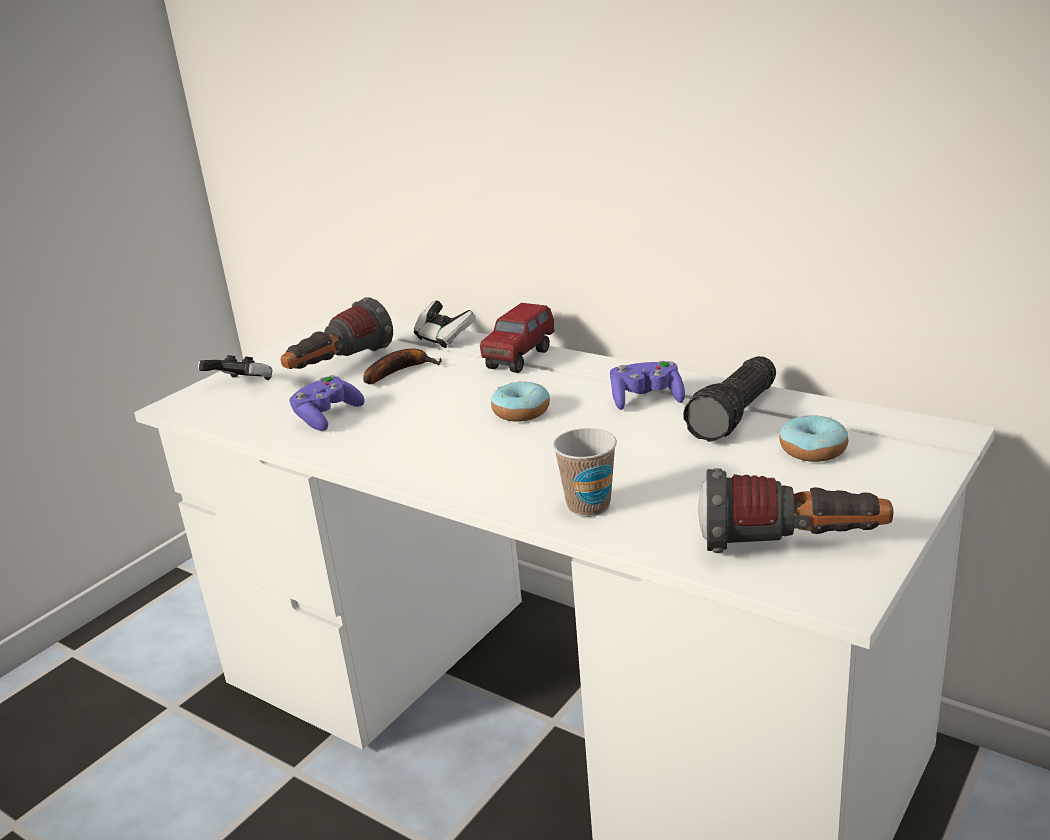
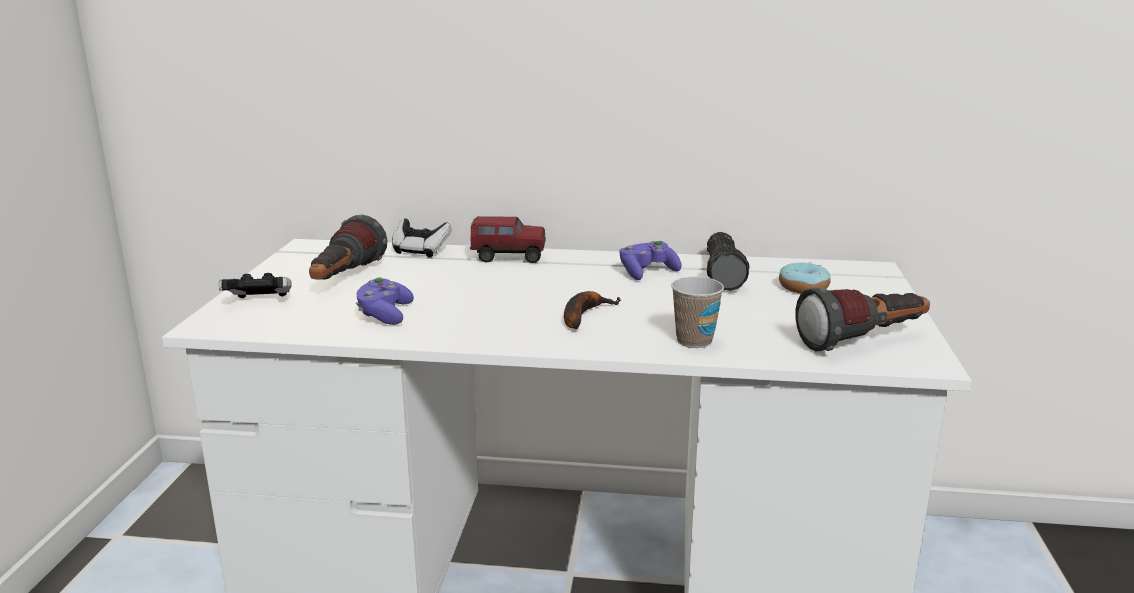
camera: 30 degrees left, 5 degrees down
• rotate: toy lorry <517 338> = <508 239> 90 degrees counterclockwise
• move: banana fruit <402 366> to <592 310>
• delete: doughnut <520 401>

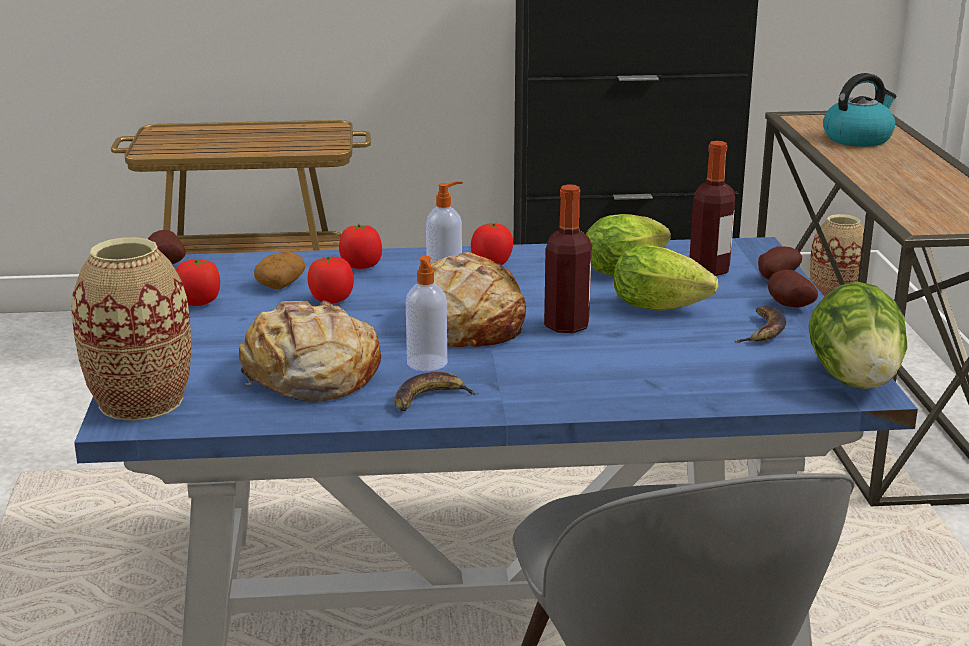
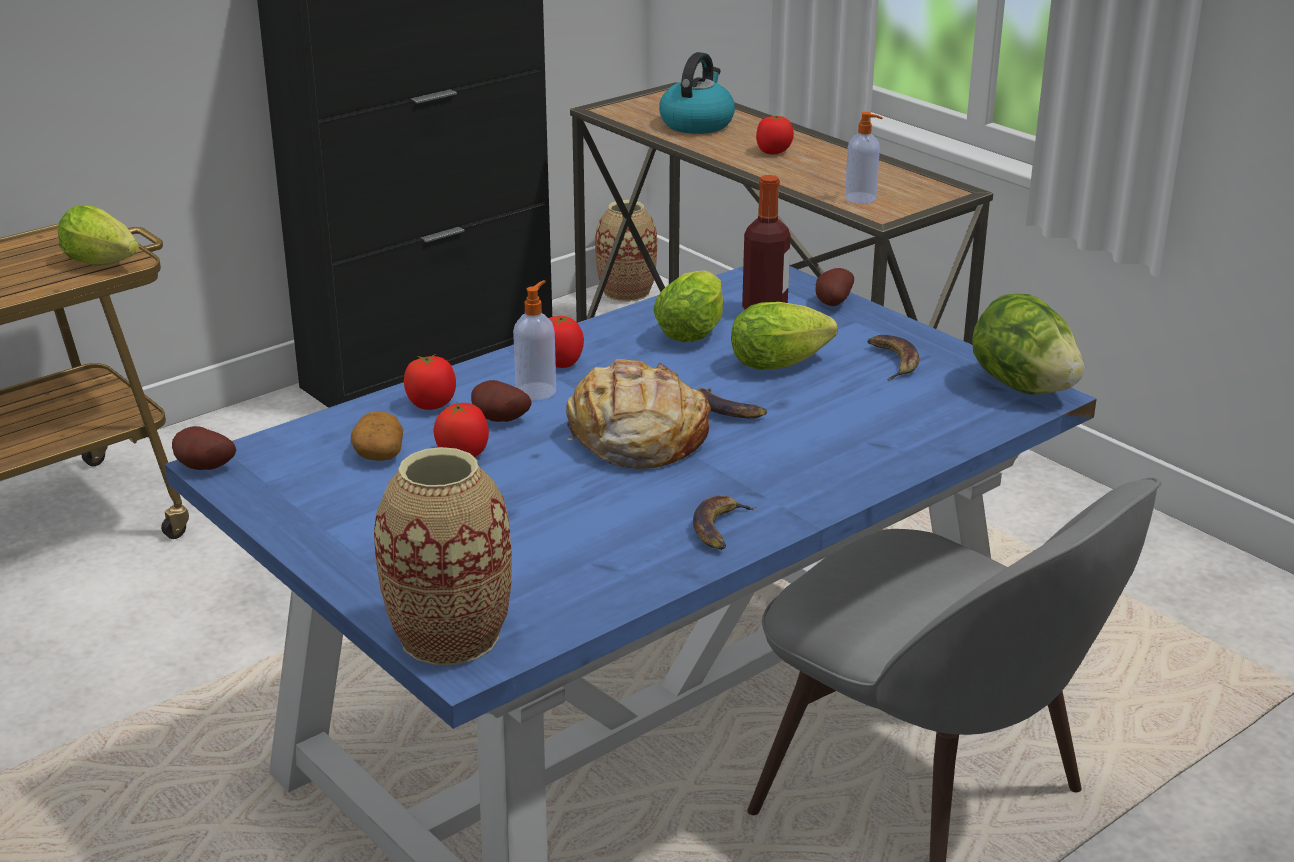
camera: 35 degrees left, 5 degrees up
• replace: beverage bottle <568 258> to banana fruit <731 403>
• move: soap bottle <426 313> to <864 158>
• move: whole tomato <198 282> to <775 135>
• move: potato <793 289> to <501 401>
• delete: bakery bread <310 350>
• insert: lettuce <98 235>

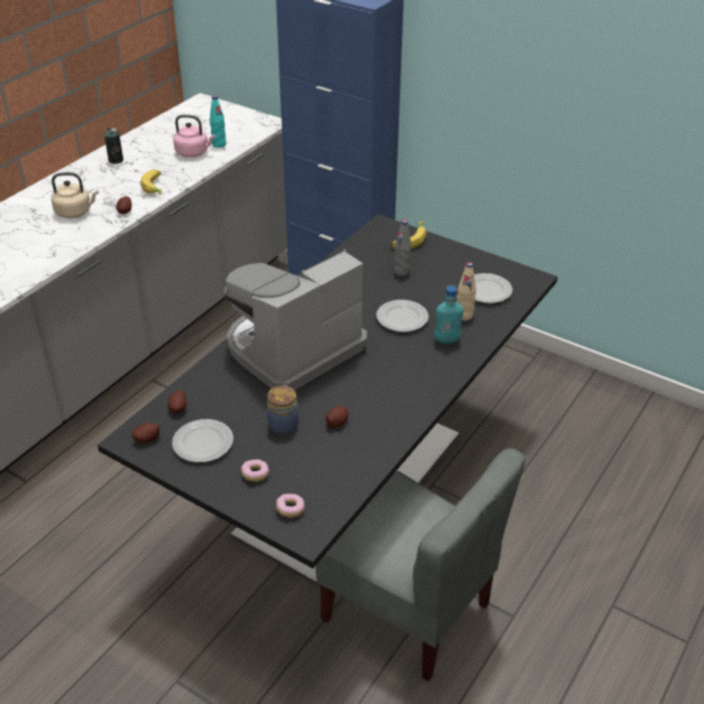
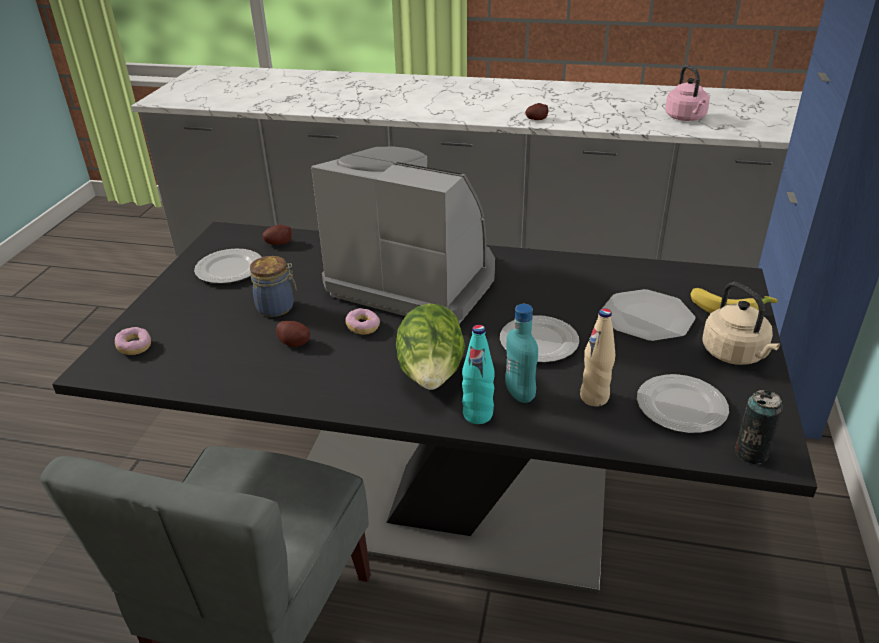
camera: 70 degrees right, 5 degrees down
• move: turquoise-coloured beverage bottle <218 122> to <478 374>
• move: can <113 145> to <759 427>
• delete: banana fruit <151 181>
• move: sand-coloured water kettle <75 195> to <741 323>
• replace: gray beverage bottle <403 248> to dinner plate <649 315>
• delete: potato <146 433>
• move: doughnut <255 470> to <362 321>
• insert: lettuce <430 347>

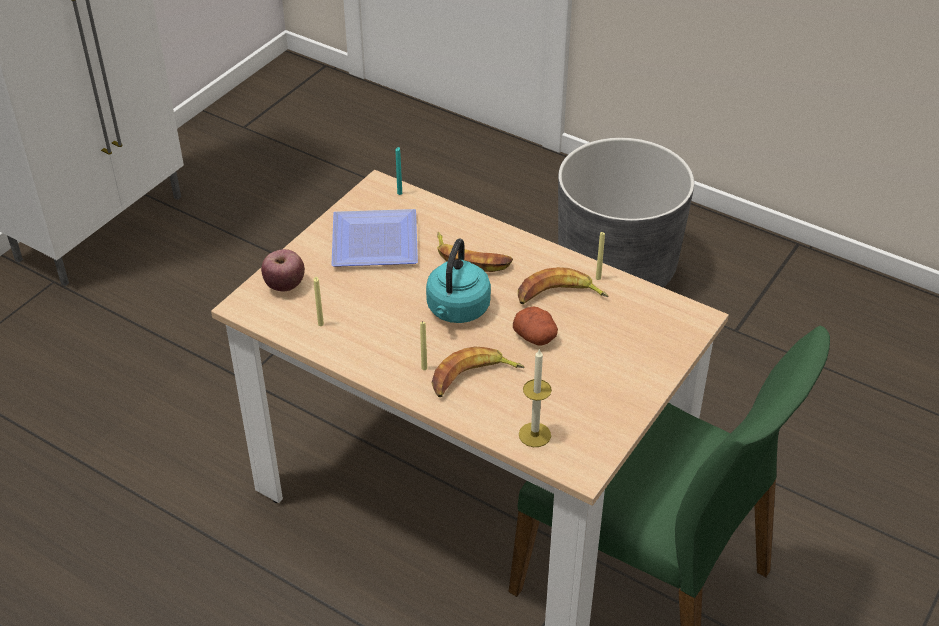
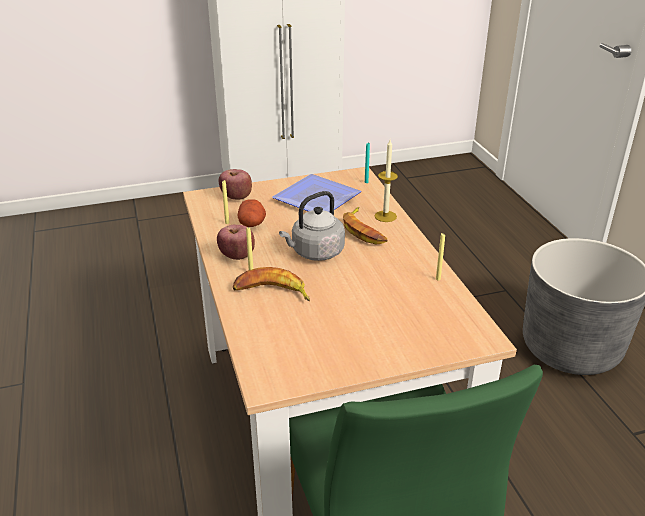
camera: 40 degrees right, 10 degrees down
• recolor: turquoise-coloured water kettle <458 280> to gray water kettle <312 226>
• delete: banana fruit <563 285>
• move: potato <535 326> to <251 213>
• move: candle <535 397> to <386 181>
• insert: apple <236 242>

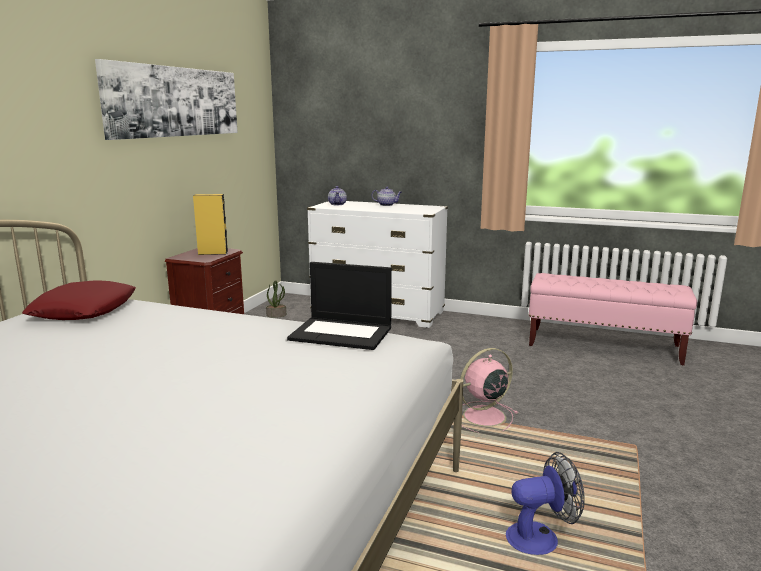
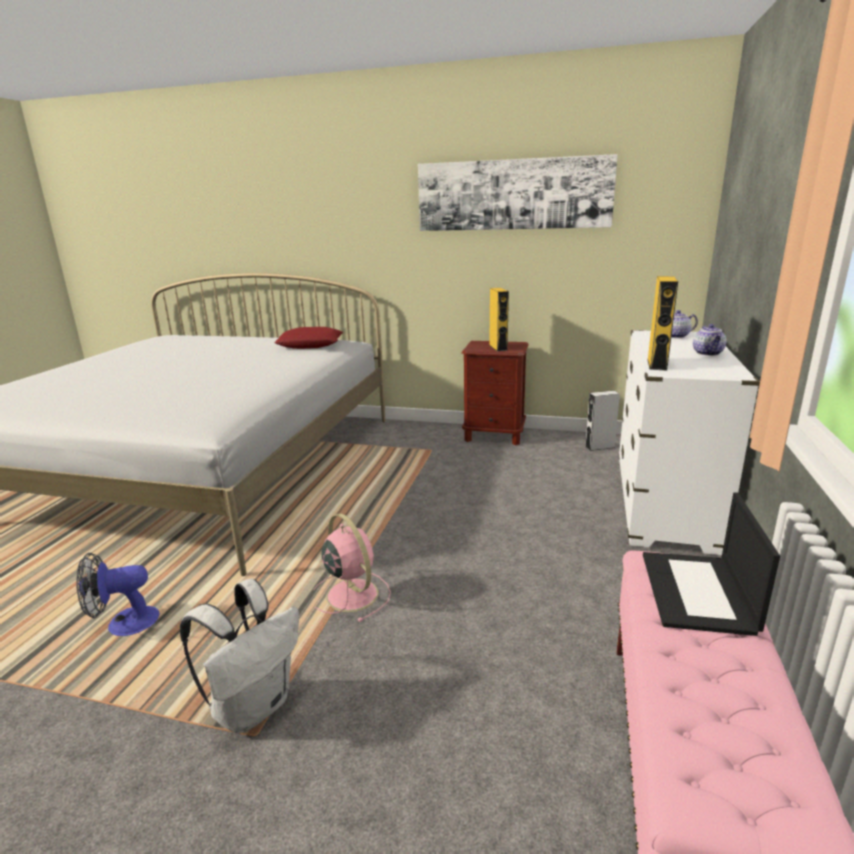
camera: 85 degrees right, 5 degrees up
• move: notebook computer <339 306> to <711 564>
• replace: plant in a pot <276 299> to gray audio speaker <602 421>
• rotate: electric fan <545 503> = <117 594> 90 degrees clockwise
• insert: yellow audio speaker <662 323>
• insert: white backpack <239 655>

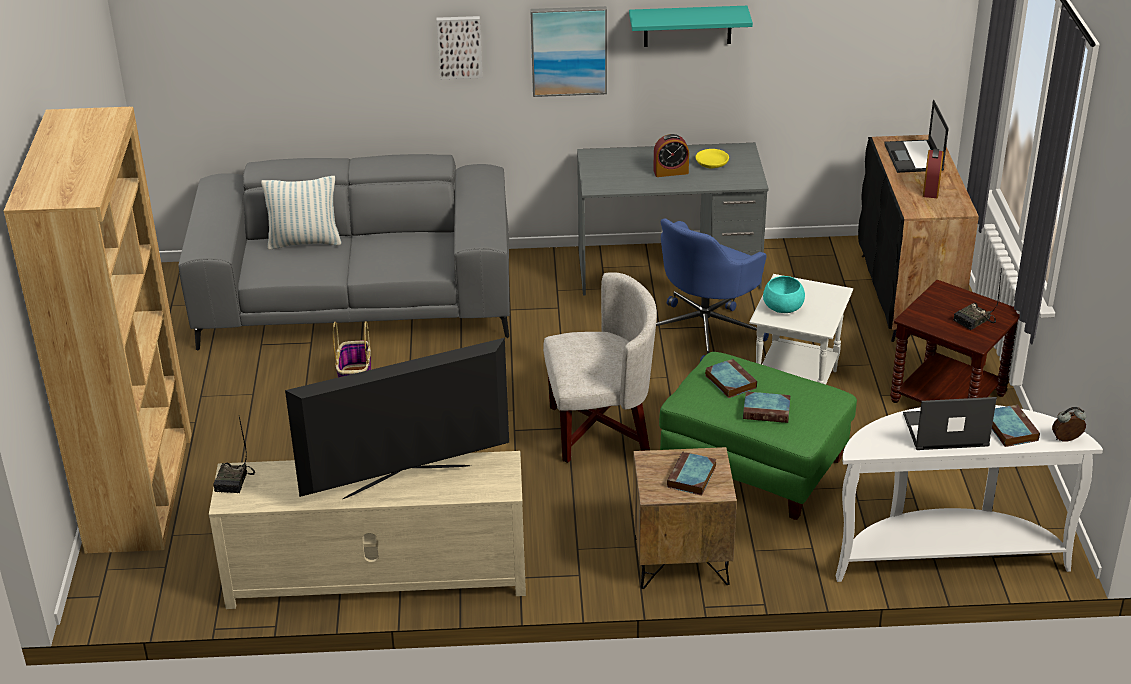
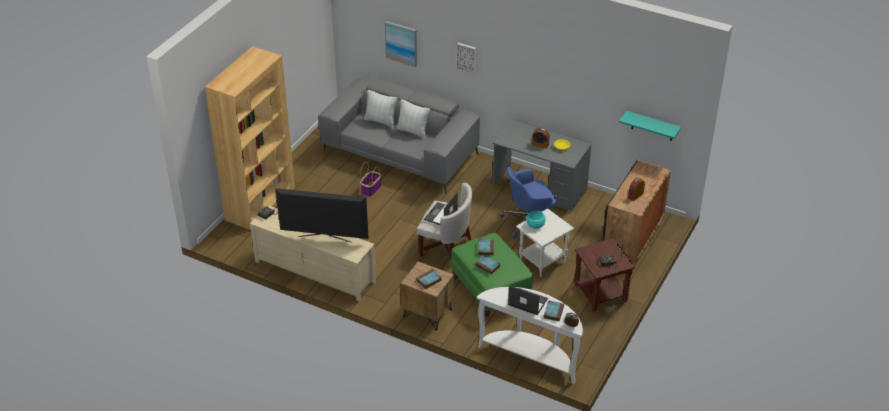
camera: 30 degrees right, 5 degrees up
• move: wall picture <568 51> to <401 44>
• move: turquoise-coloured wall shelf <691 26> to <650 126>
• move: notebook computer <916 136> to <441 208>
• insert: throw pillow <413 119>

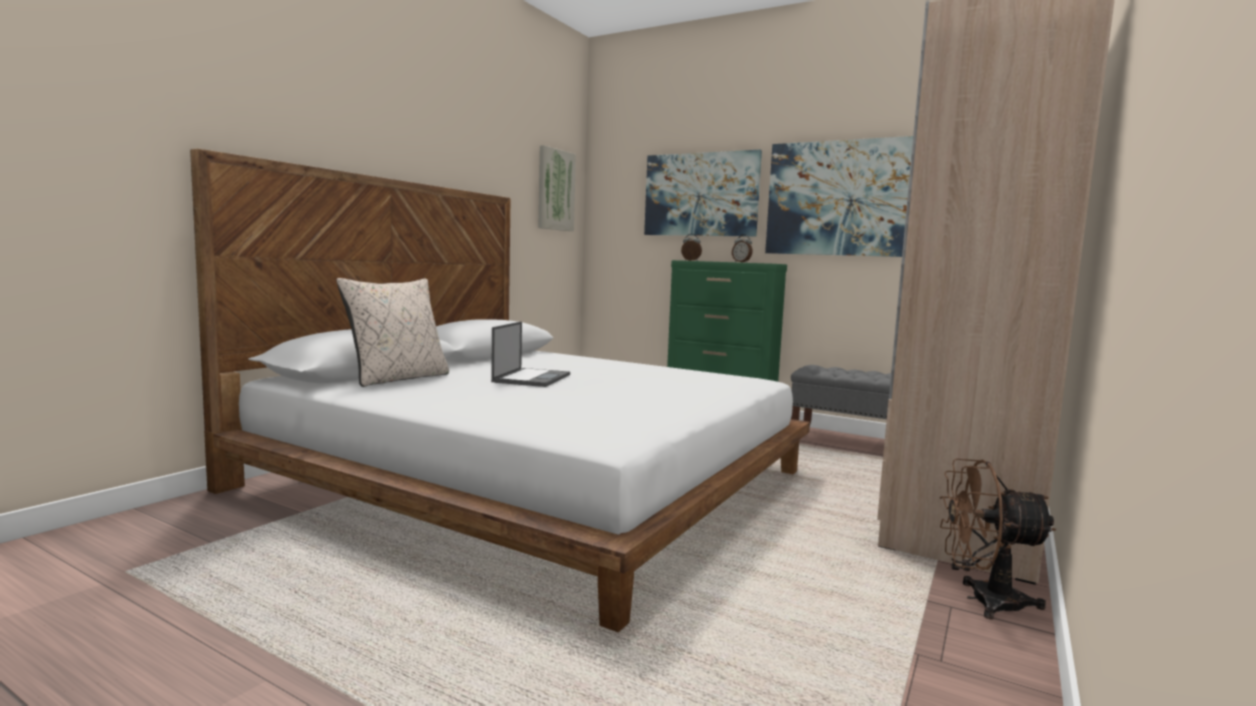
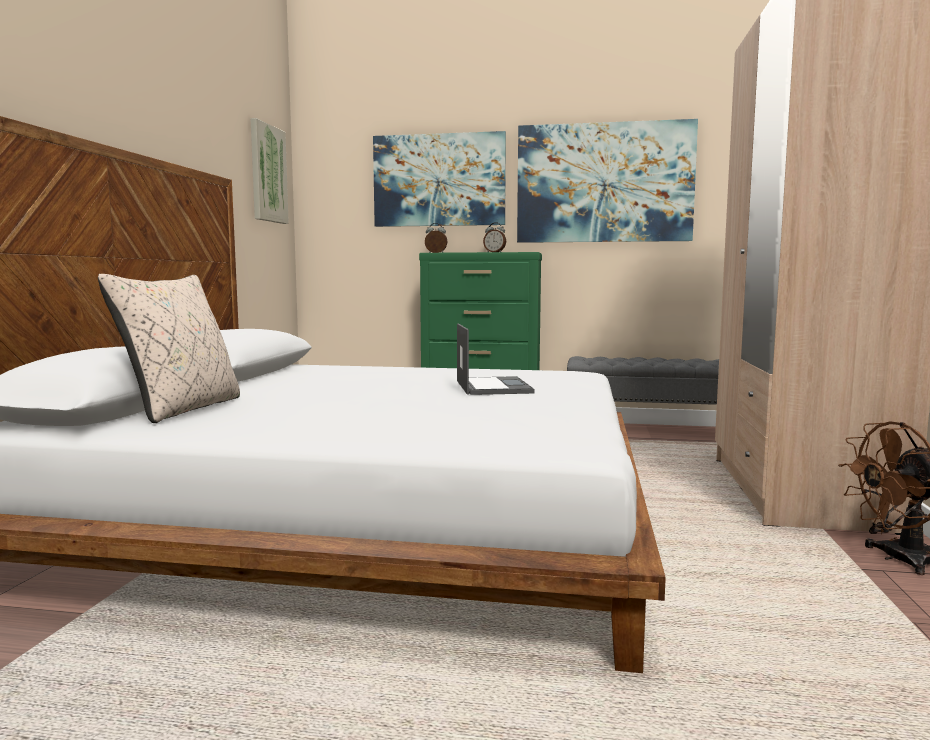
camera: 20 degrees left, 0 degrees up
• move: notebook computer <530 354> to <496 359>

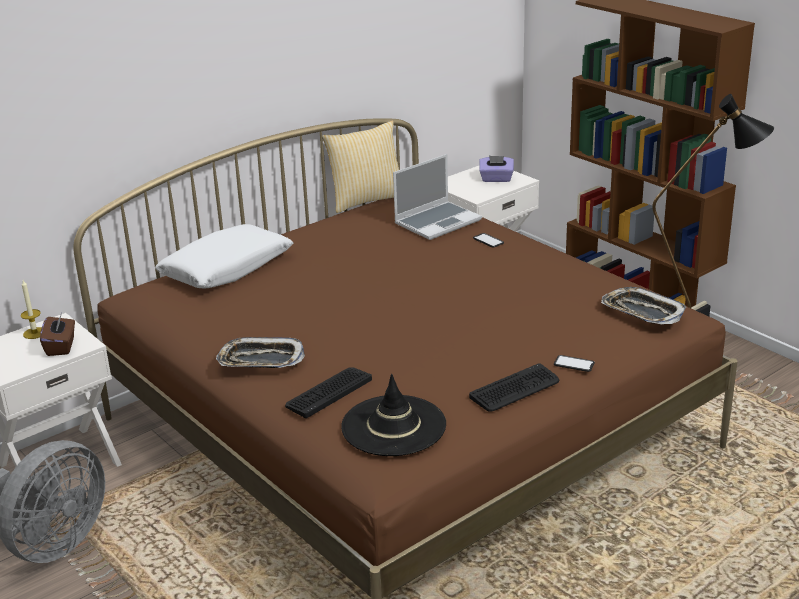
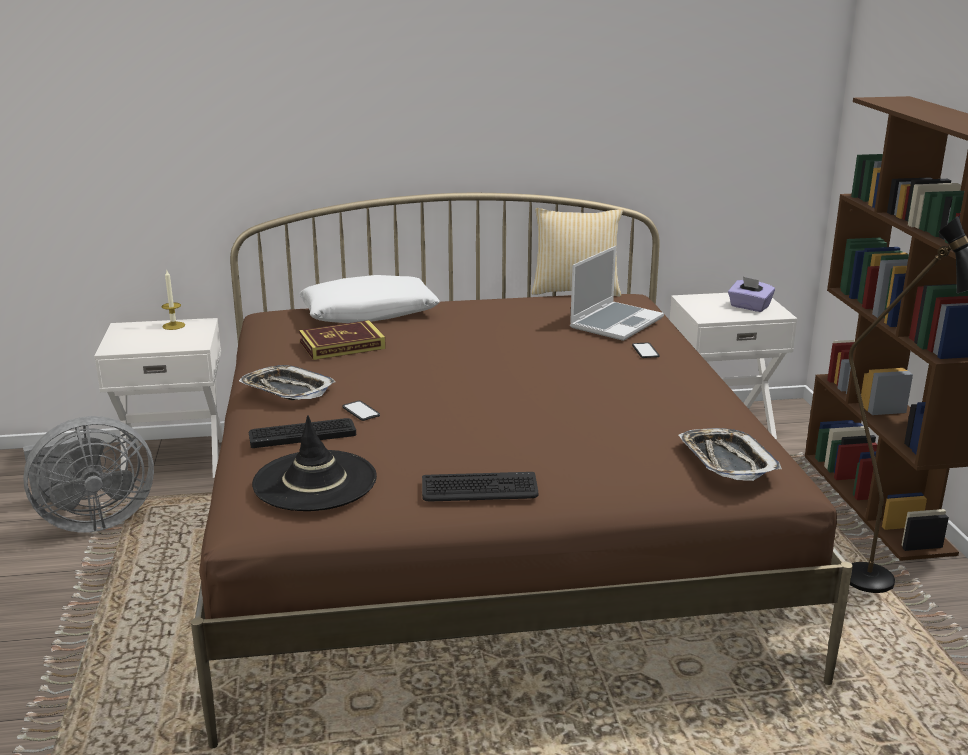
camera: 30 degrees right, 5 degrees down
• rotate: notebook computer <437 197> = <617 293> 45 degrees counterclockwise
• delete: brown box of tissues <57 334>
• move: phone <574 363> to <361 411>
• insert: bound book <342 340>

